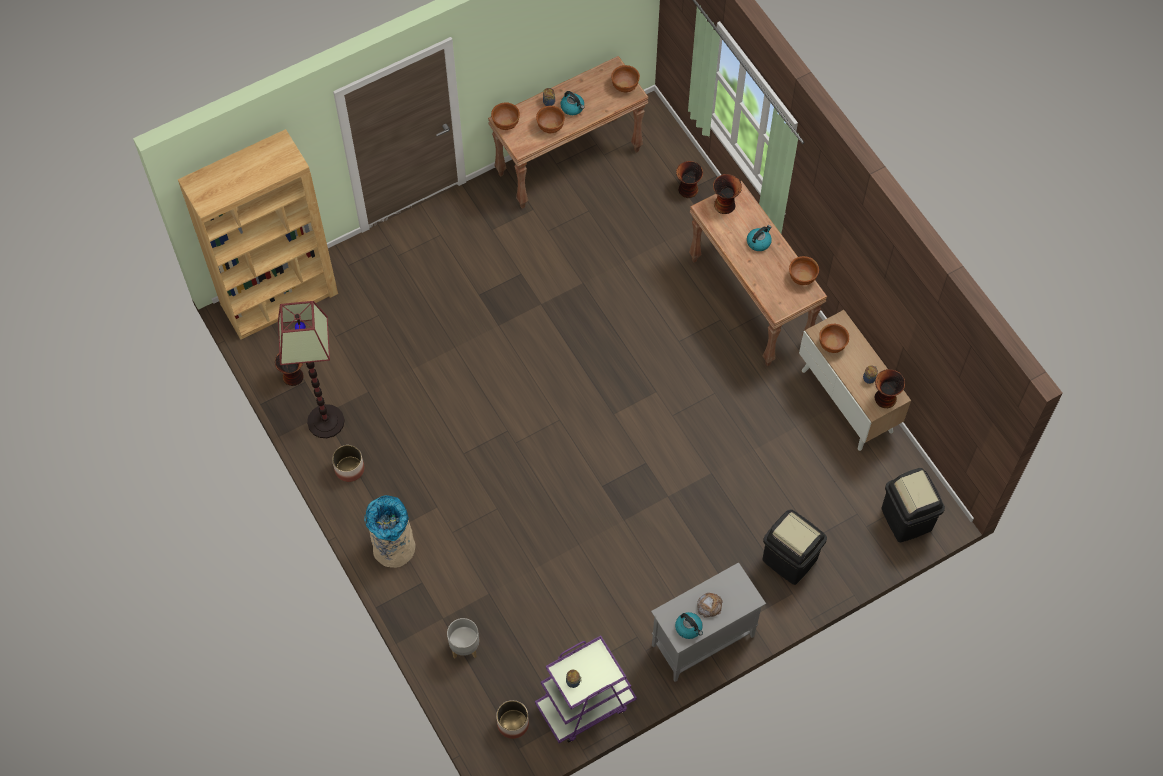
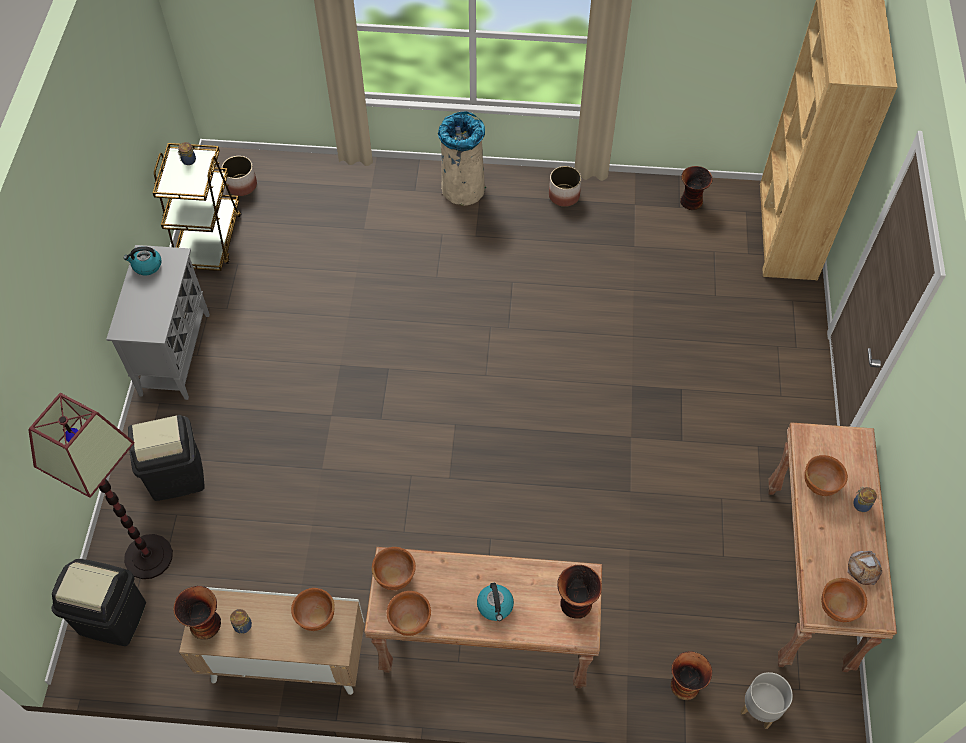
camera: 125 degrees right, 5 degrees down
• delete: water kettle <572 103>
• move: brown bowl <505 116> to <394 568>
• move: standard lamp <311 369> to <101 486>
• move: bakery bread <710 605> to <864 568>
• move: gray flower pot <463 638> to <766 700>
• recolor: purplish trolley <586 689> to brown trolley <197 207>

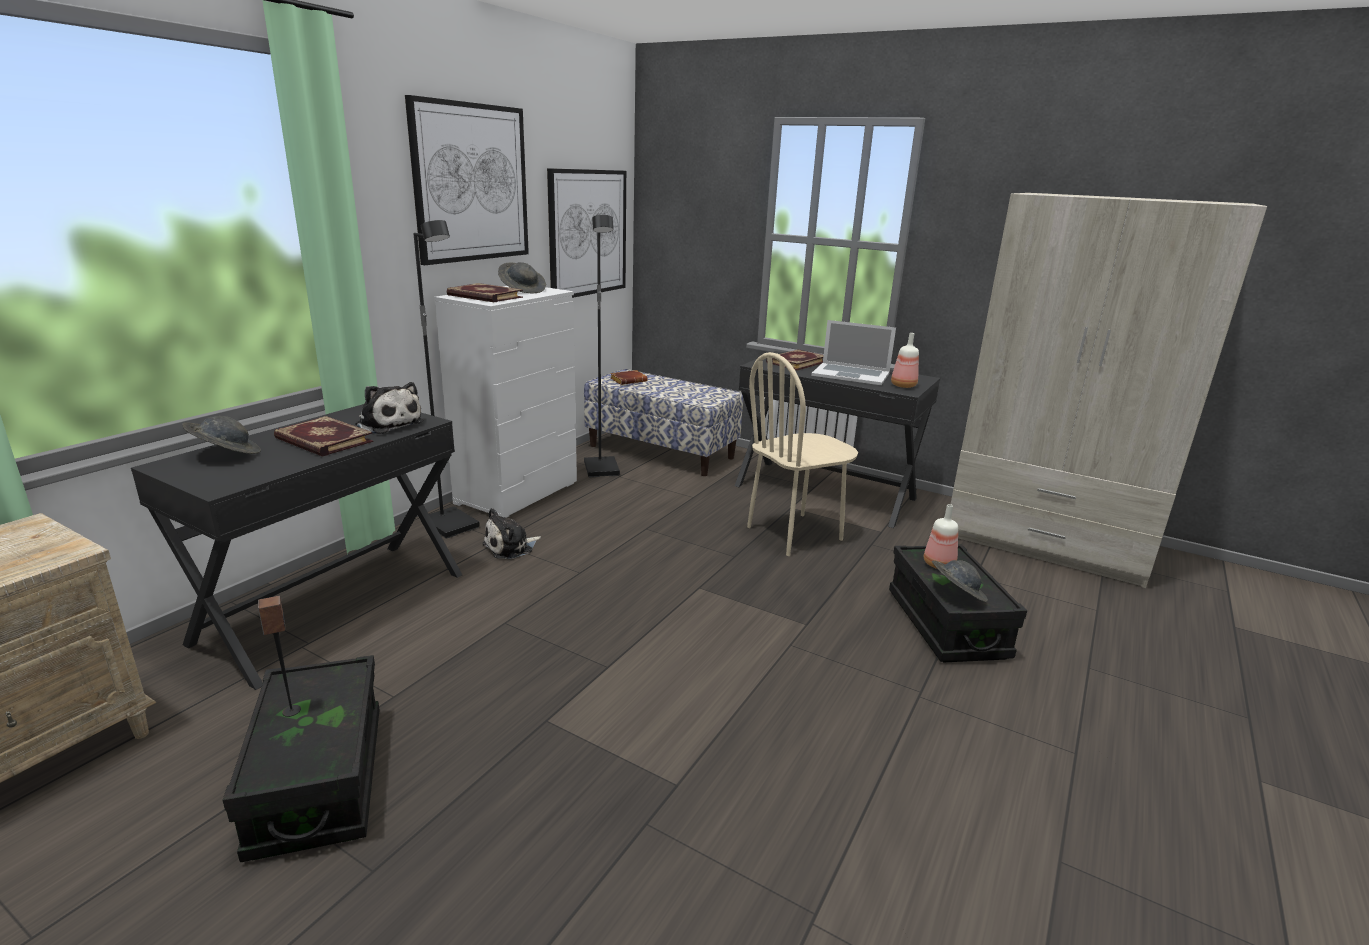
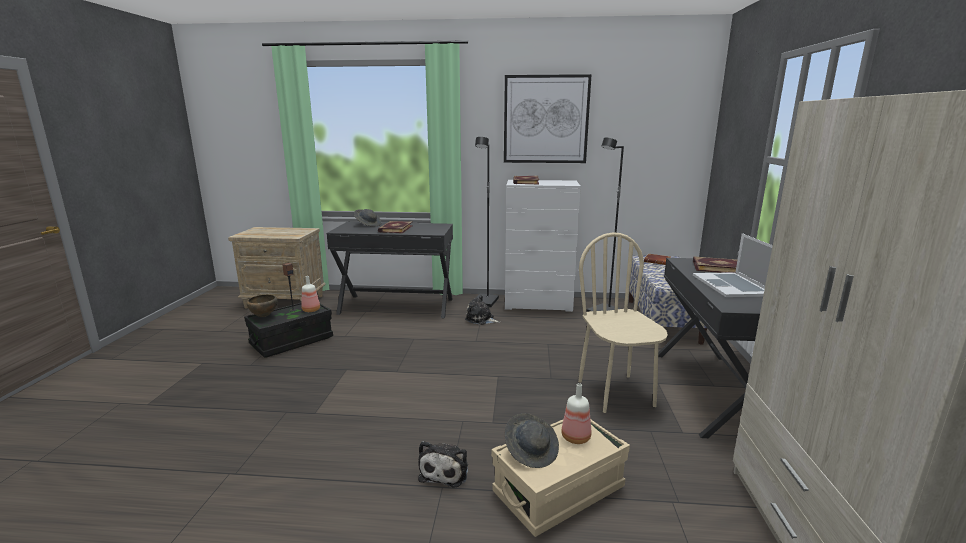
camera: 65 degrees right, 5 degrees down
• delete: wall picture <586 233>
• delete: gray clothing hat <522 277>
• move: beverage bottle <905 360> to <310 294>
• rotate: sand-coloured chair <802 454> = <623 322> 45 degrees clockwise
• move: soft toy <389 408> to <443 464>
• recolor: blackish storage box <958 603> to sand-coloured storage box <560 478>
• insert: brown bowl <262 306>

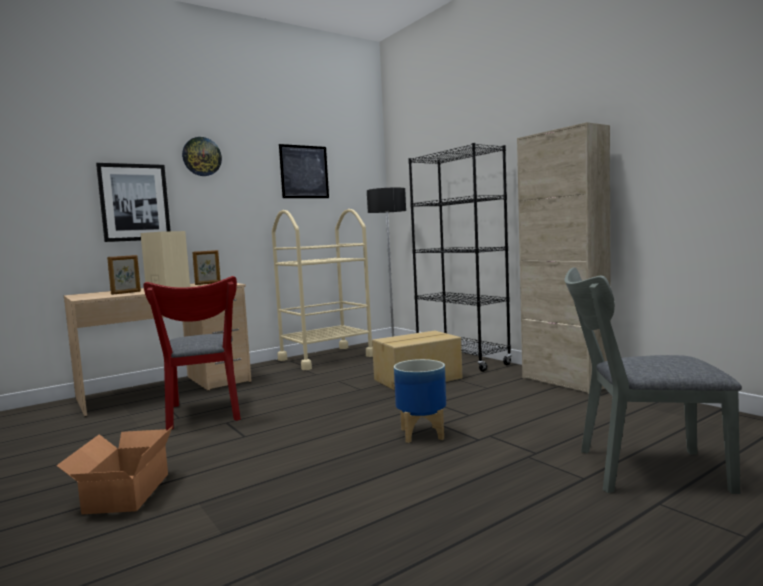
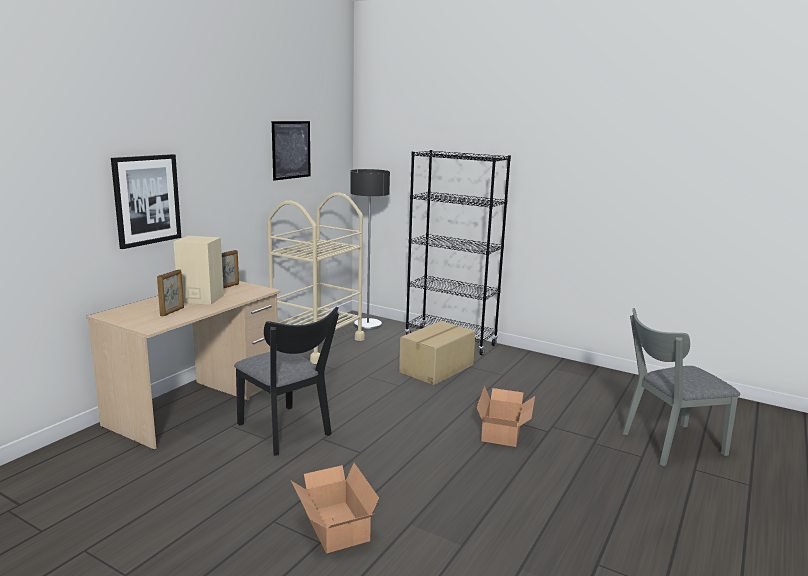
camera: 25 degrees left, 10 degrees up
• delete: sand-coloured cupboard <564 258>
• delete: wall clock <202 156>
• recolor: red-coloured chair <192 353> to blackish chair <286 381>
• replace: flower pot <420 401> to cardboard box <506 416>

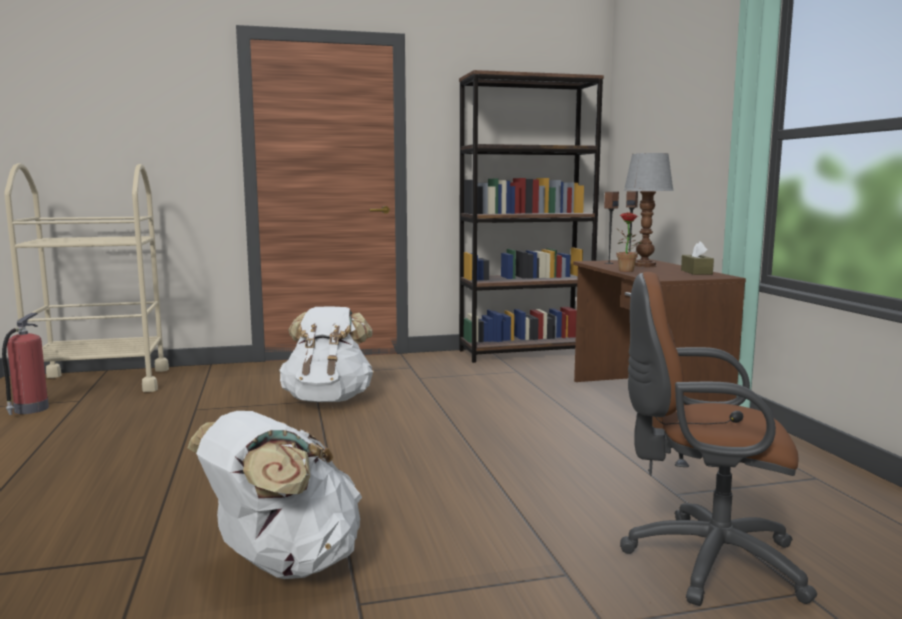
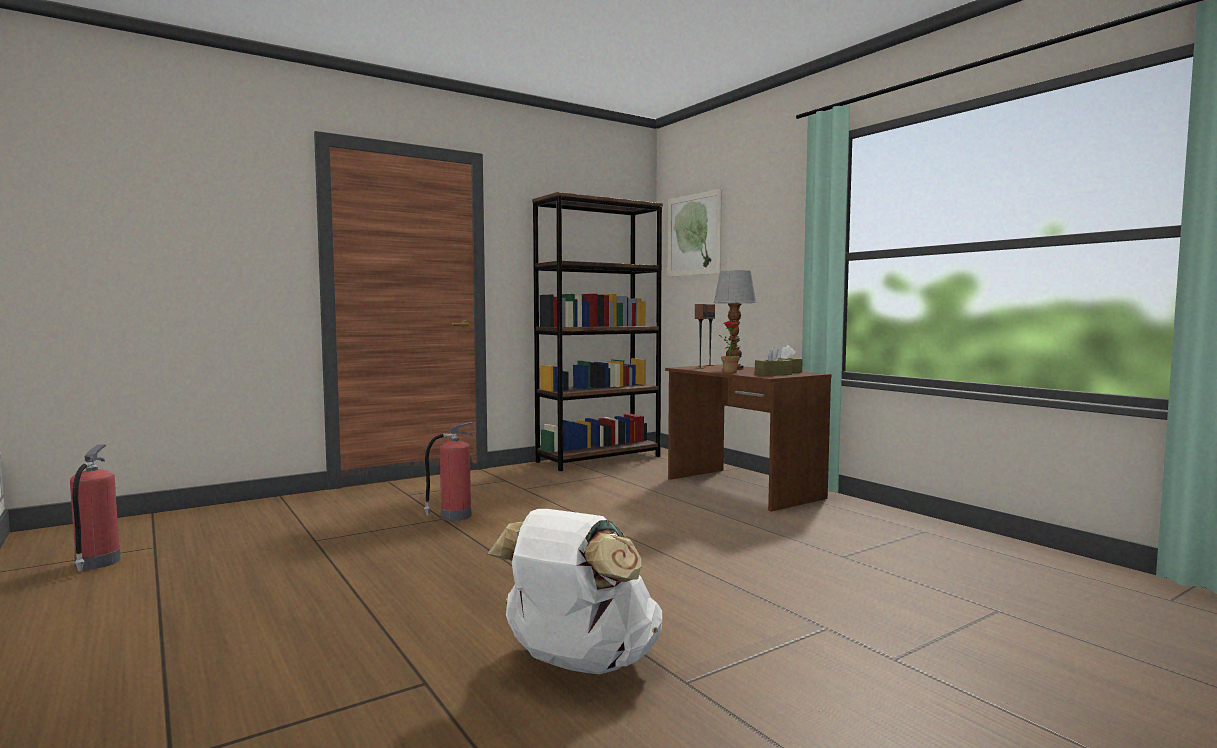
camera: 20 degrees left, 5 degrees down
• delete: sand-coloured trolley <86 277>
• delete: brown office chair <718 439>
• replace: white backpack <326 354> to extinguisher <449 471>
• insert: wall picture <694 233>
• insert: brown box of tissues <773 361>

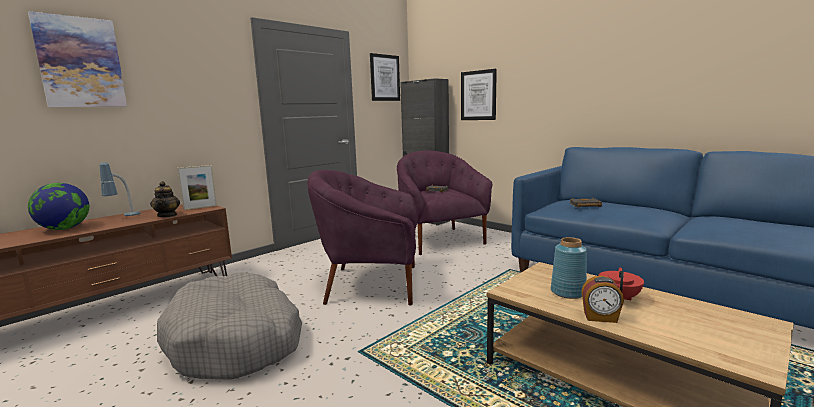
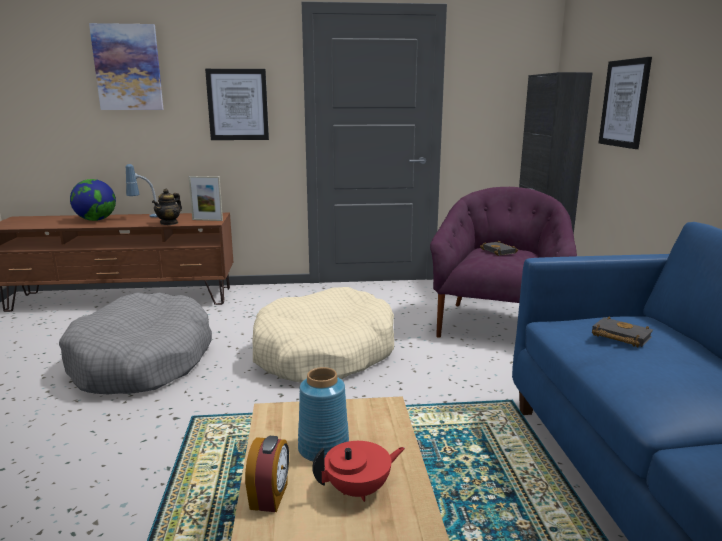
camera: 40 degrees right, 5 degrees up
• move: wall picture <385 77> to <237 104>
• replace: purplish easy chair <362 238> to sand-coloured pet bed <323 335>
• rotate: table clock <602 299> = <267 474> 135 degrees counterclockwise

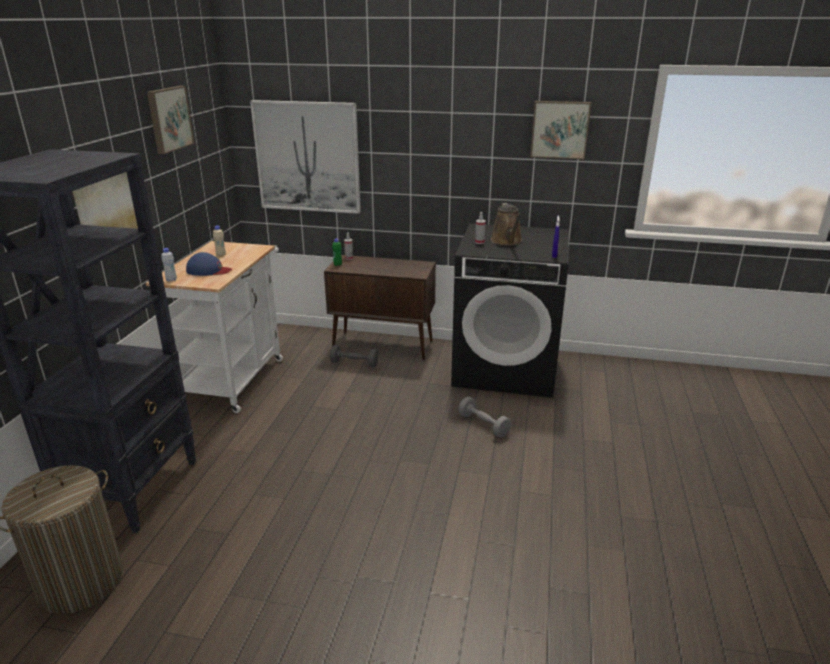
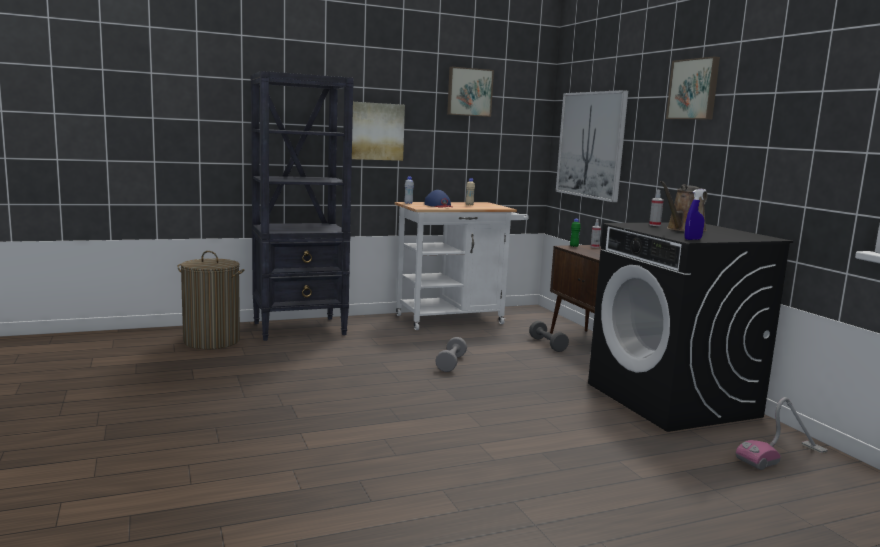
camera: 55 degrees right, 15 degrees down
• move: wall picture <560 130> to <693 88>
• move: gray hand weight <484 417> to <451 354>
• insert: hoover <782 433>

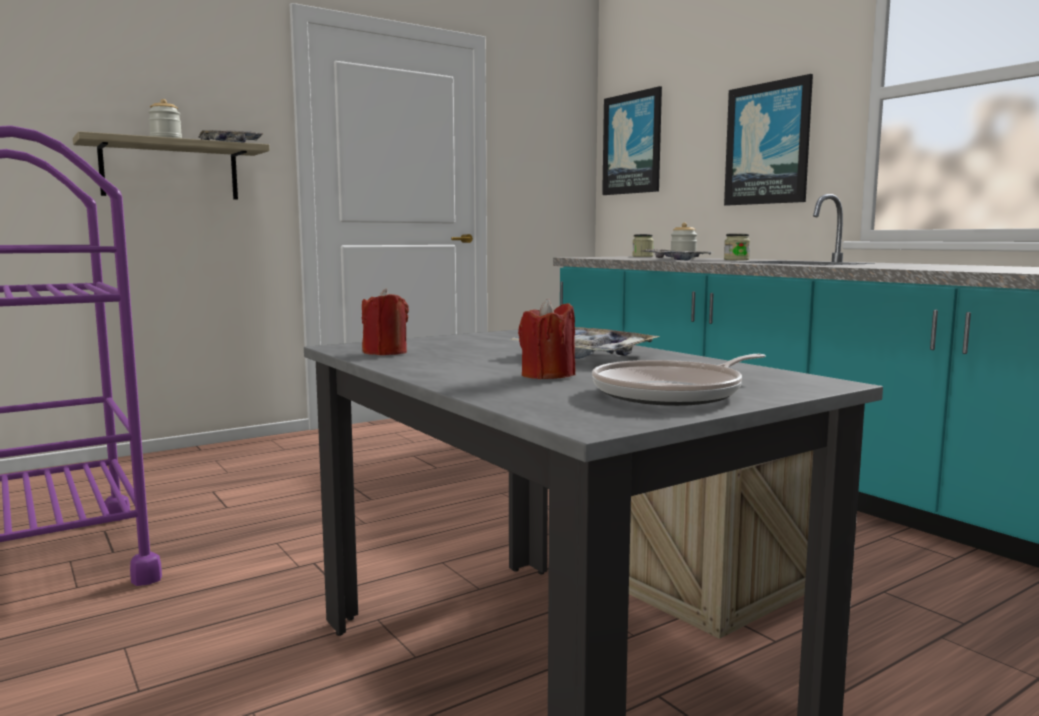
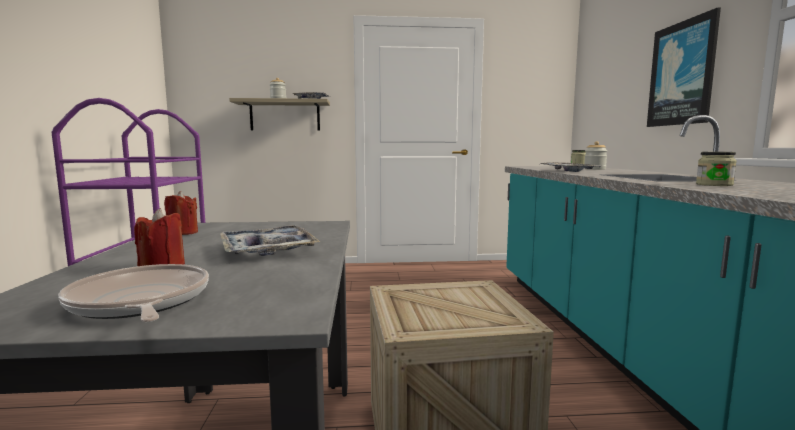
camera: 30 degrees right, 0 degrees up
• delete: wall picture <632 140>
• move: storage jar <737 247> to <716 169>
• rotate: skillet <679 380> = <133 293> 60 degrees clockwise

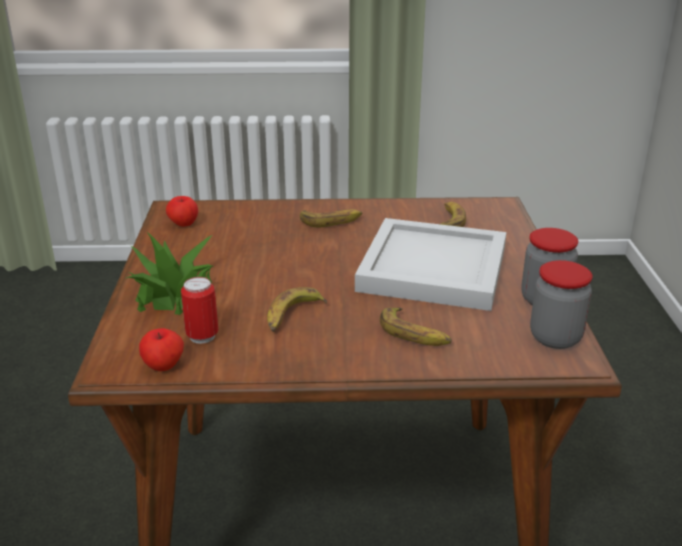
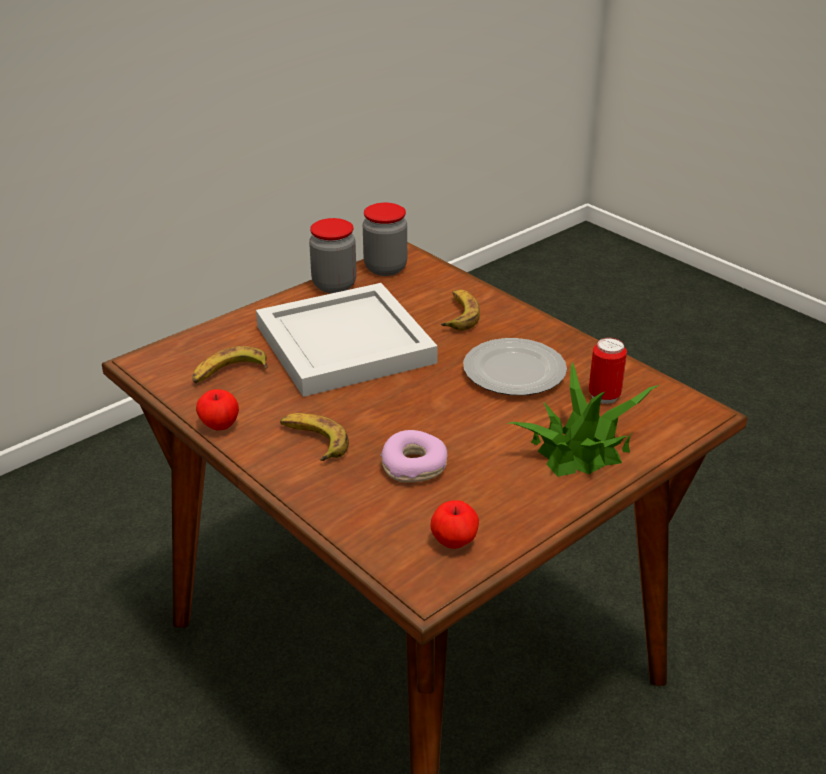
camera: 130 degrees left, 5 degrees up
• replace: banana fruit <297 309> to dinner plate <515 366>
• move: apple <161 349> to <217 409>
• insert: doughnut <413 456>

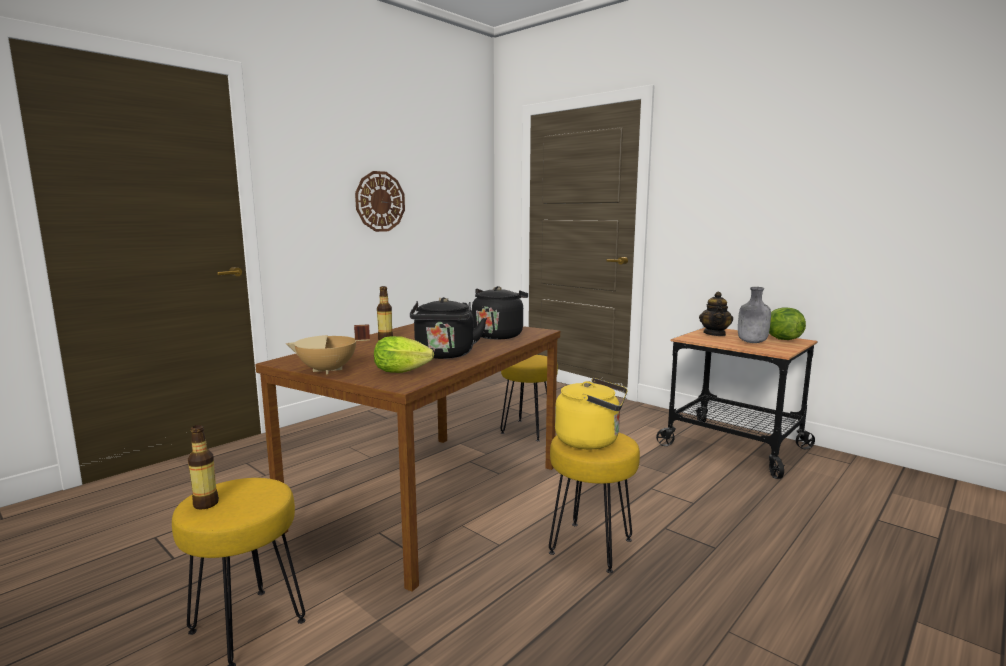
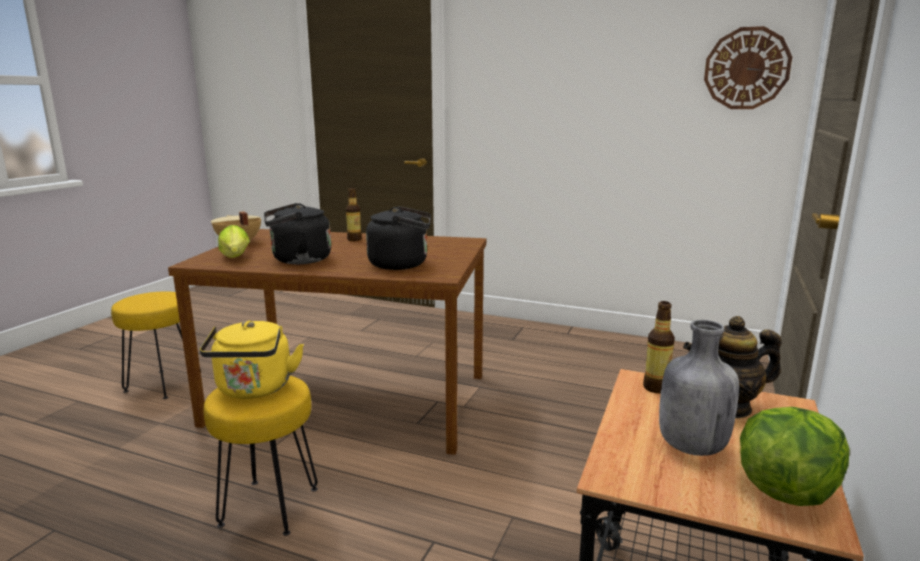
camera: 70 degrees right, 5 degrees up
• move: wall clock <380 201> to <748 67>
• delete: yellow stool <529 398>
• move: beverage bottle <203 467> to <659 347>

